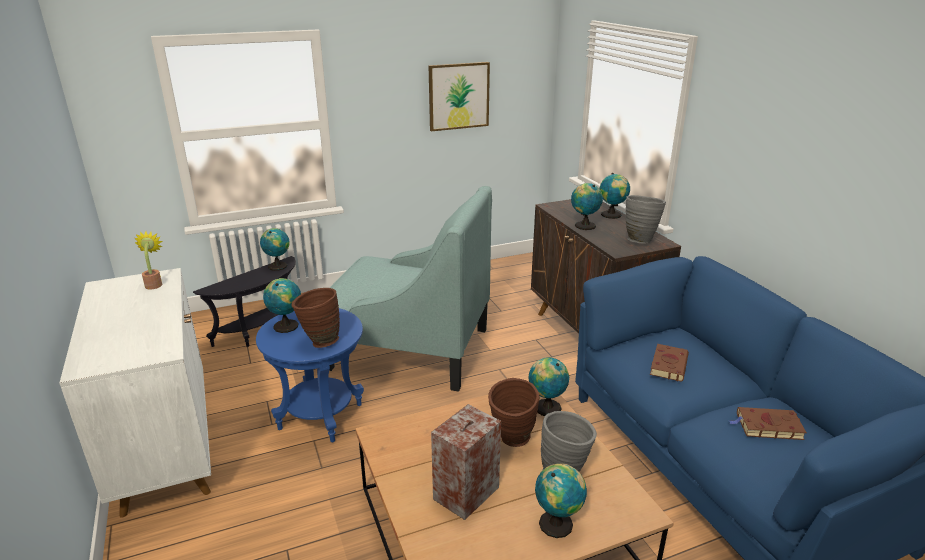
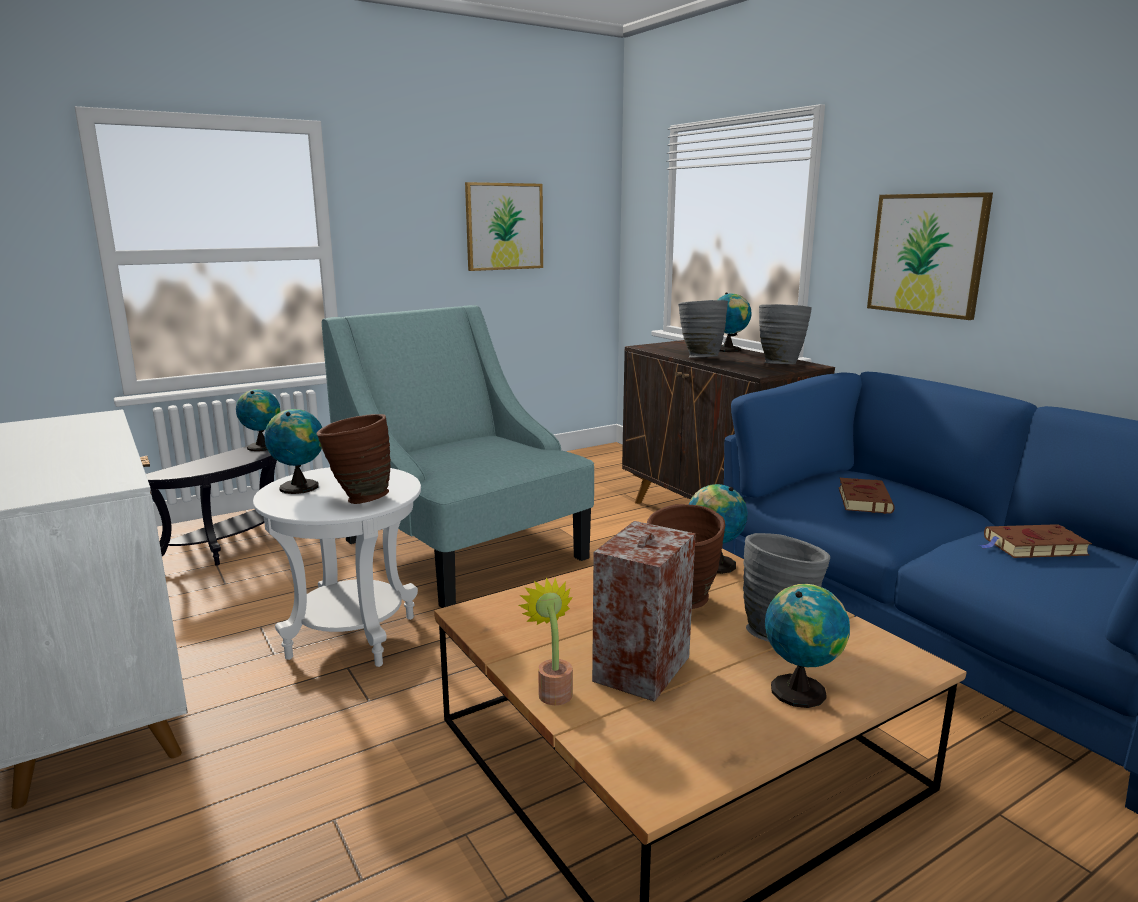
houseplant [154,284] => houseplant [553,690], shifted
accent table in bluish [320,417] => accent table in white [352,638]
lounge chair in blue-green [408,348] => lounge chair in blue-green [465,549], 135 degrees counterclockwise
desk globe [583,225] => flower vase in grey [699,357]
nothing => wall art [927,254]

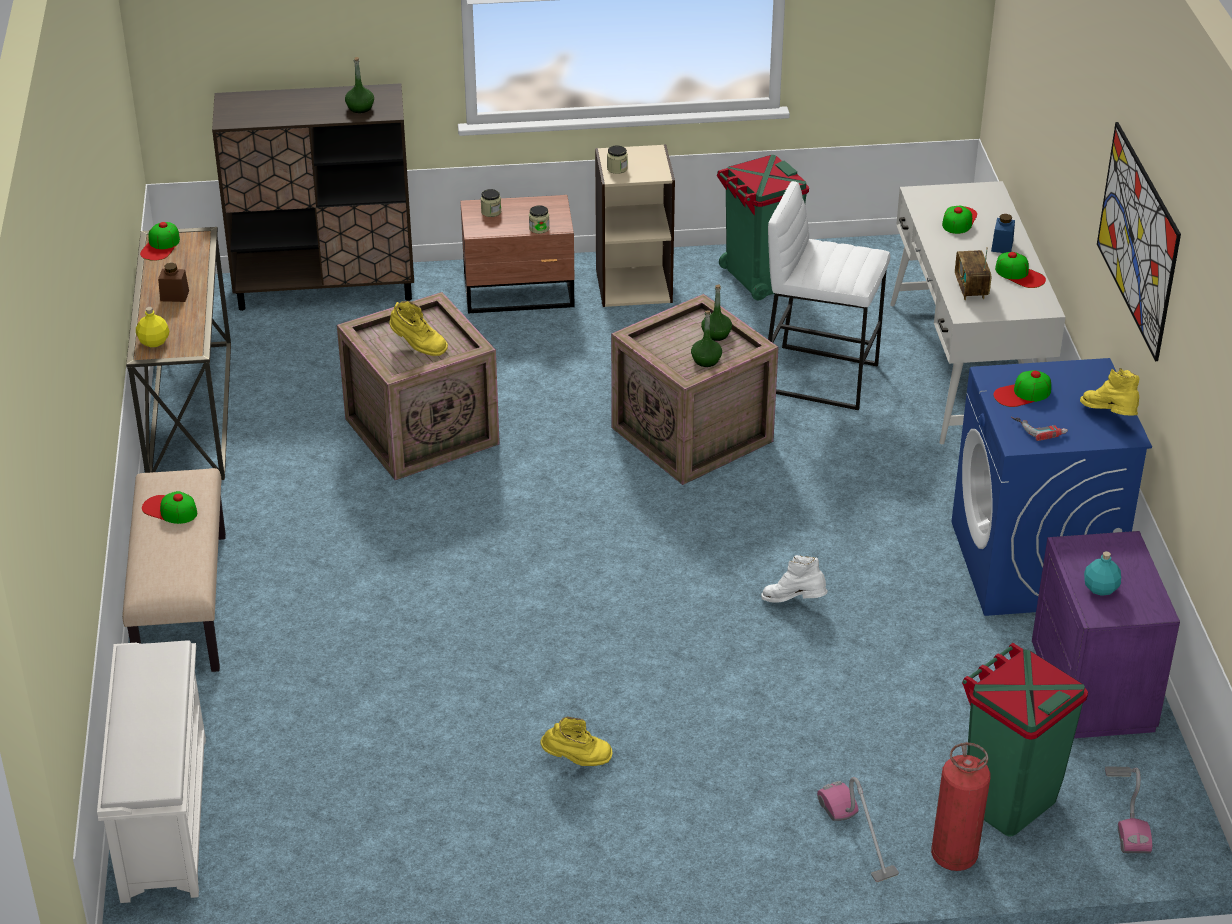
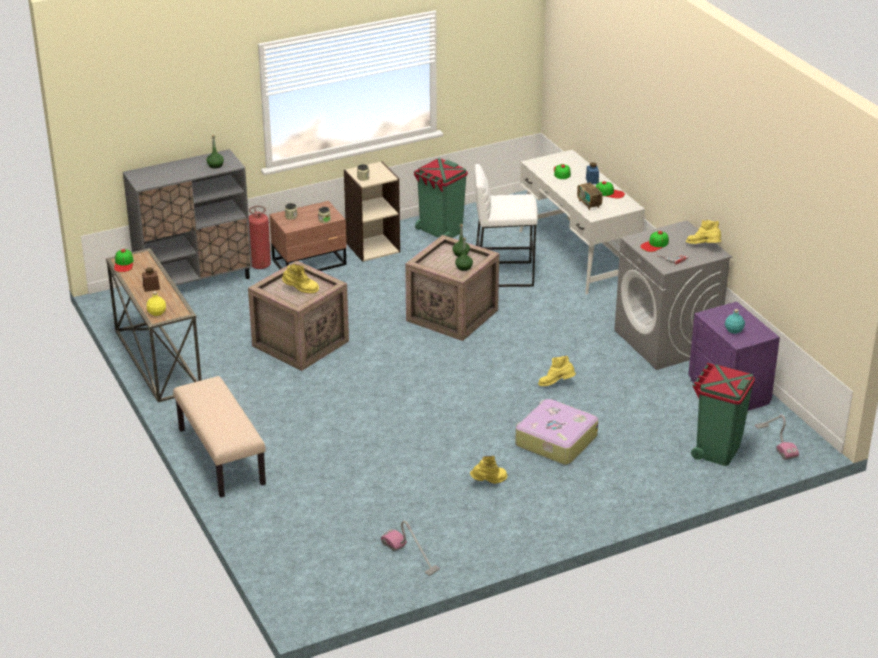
shoe stand in white [163,816] => nothing
peaked cap [169,510] => nothing
cupboard in brown [326,288] => cupboard in grey [195,281]
high-top boot in white [794,602] => high-top boot in yellow-coloured [556,384]
hoover [857,836] => hoover [410,555], shifted
fire extinguisher [954,856] => fire extinguisher [260,265], shifted
laundry appliance in bluish [1034,564] => laundry appliance in grey [667,341]
wall art [1137,239] => nothing
nothing => suitcase [555,441]

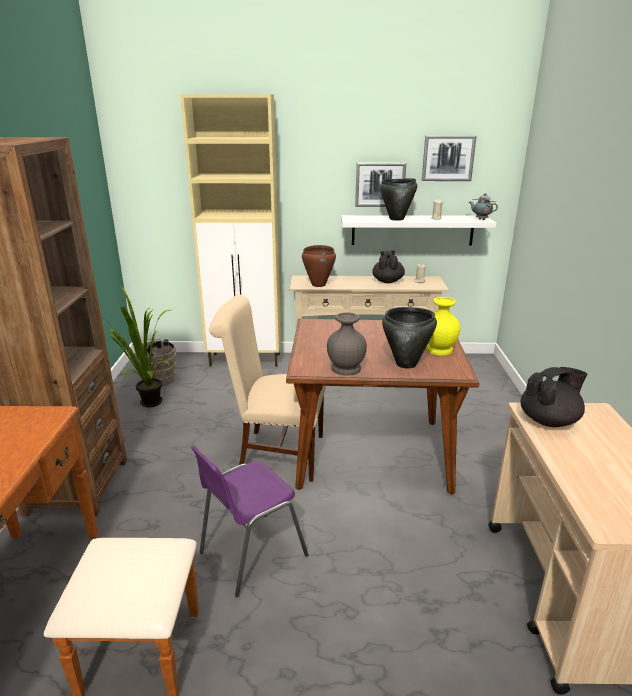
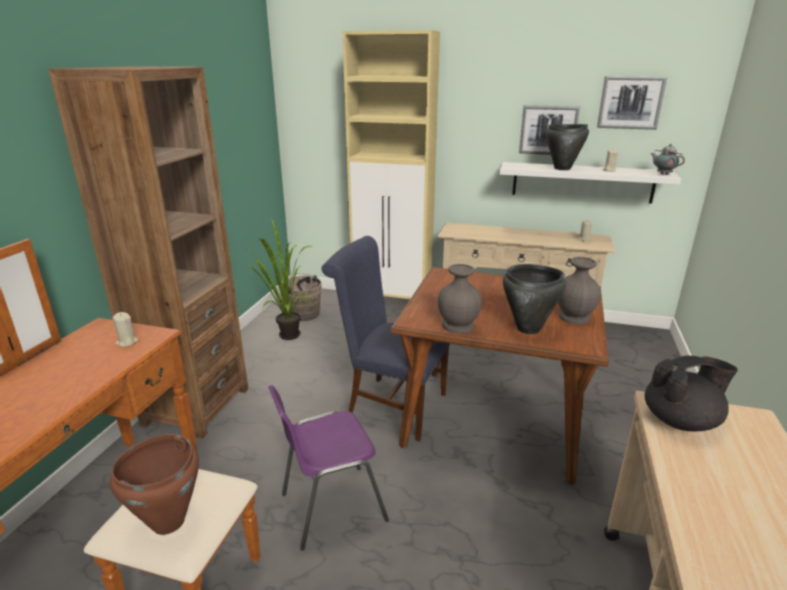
upright chair in beige-coloured [275,453] => upright chair in bluish [390,405]
cooking pot in brown [318,285] => cooking pot in brown [167,522], shifted
tea pot in black [387,281] => nothing
flower vase in yellow-coloured [439,349] => flower vase in grey [574,317]
nothing => wax candle in beige-coloured [127,342]

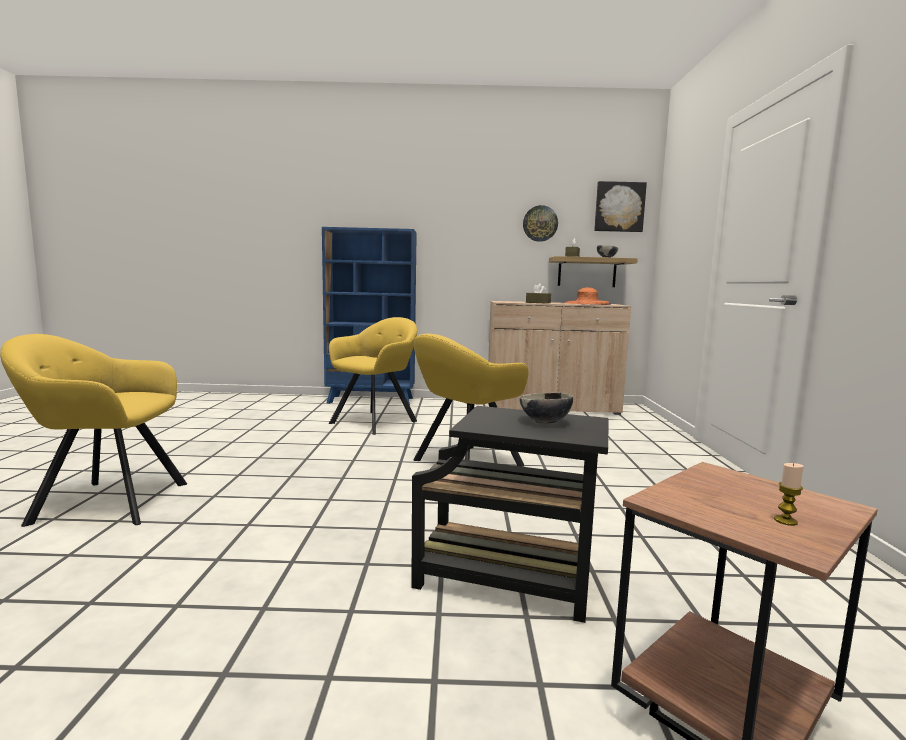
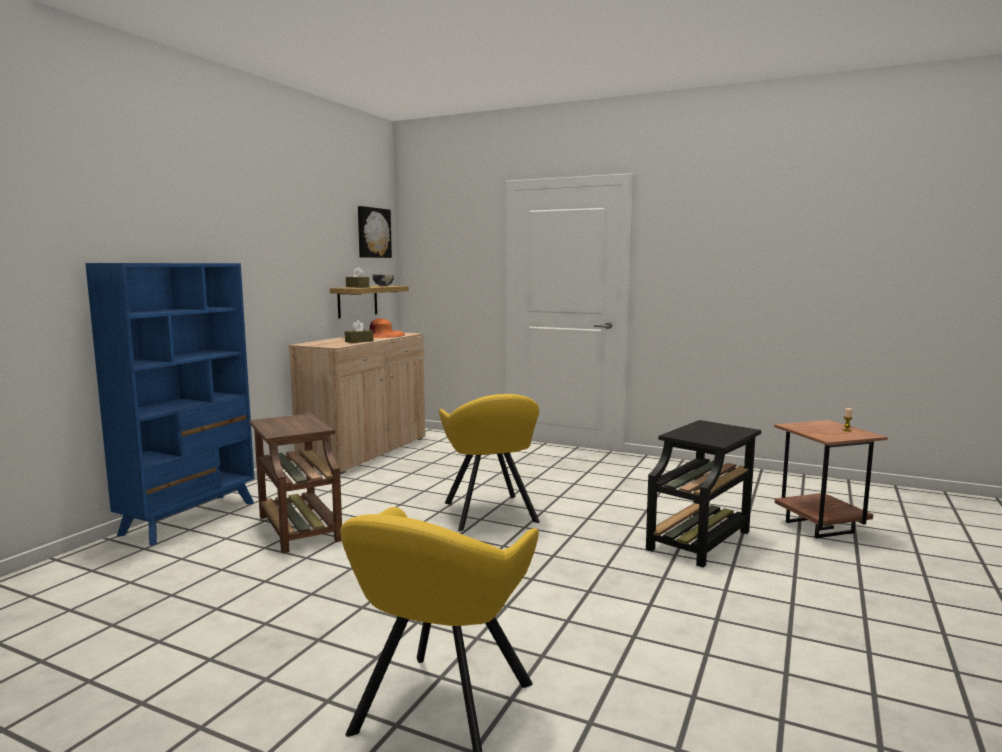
lounge chair in yellow-coloured [377,421] => accent table in brown [298,528]
deep dish [545,422] => nothing
clock on the wall [540,223] => nothing

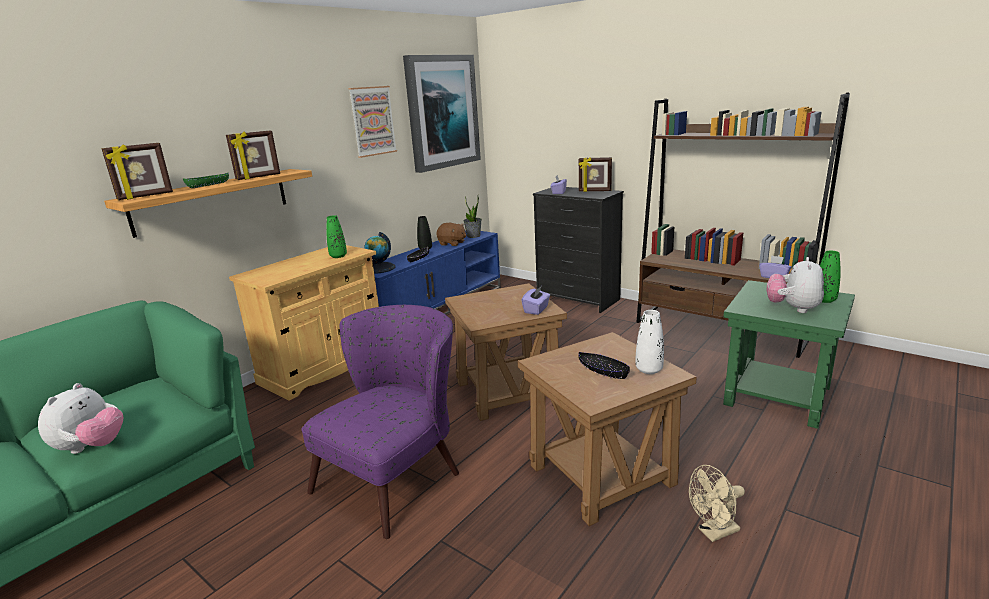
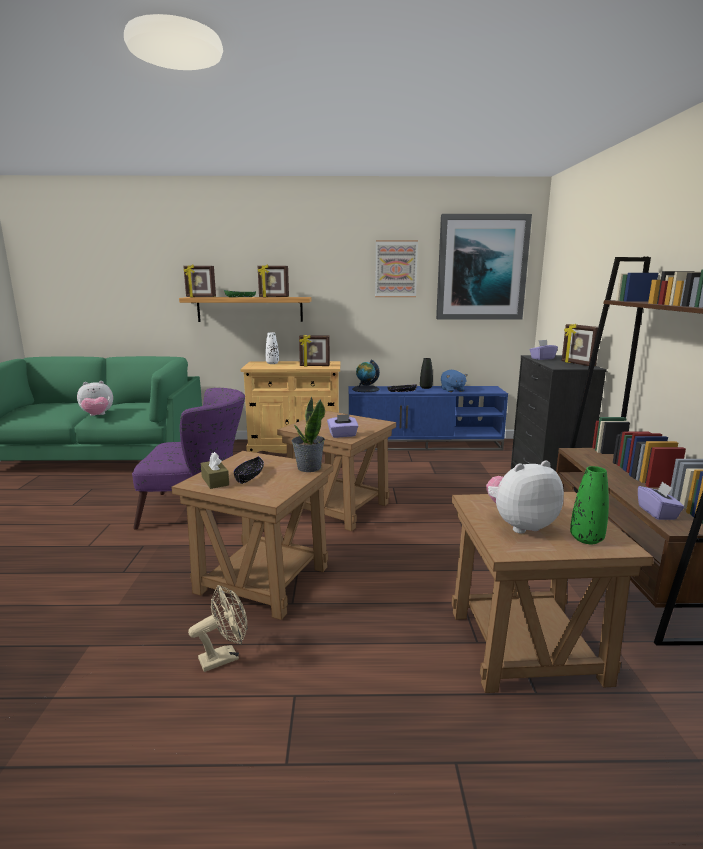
flower vase in green [338,256] => photo frame [314,366]
soft toy in brown [452,243] => soft toy in bluish [452,390]
houseplant [473,236] => houseplant [308,468], shifted
flower vase in white [649,370] => flower vase in white [272,363], shifted
cooling fan in beige-coloured [714,532] => cooling fan in beige-coloured [224,657], 120 degrees clockwise
accent table in green [778,395] => accent table in brown [525,647]
nothing => box of tissues in brown [215,481]

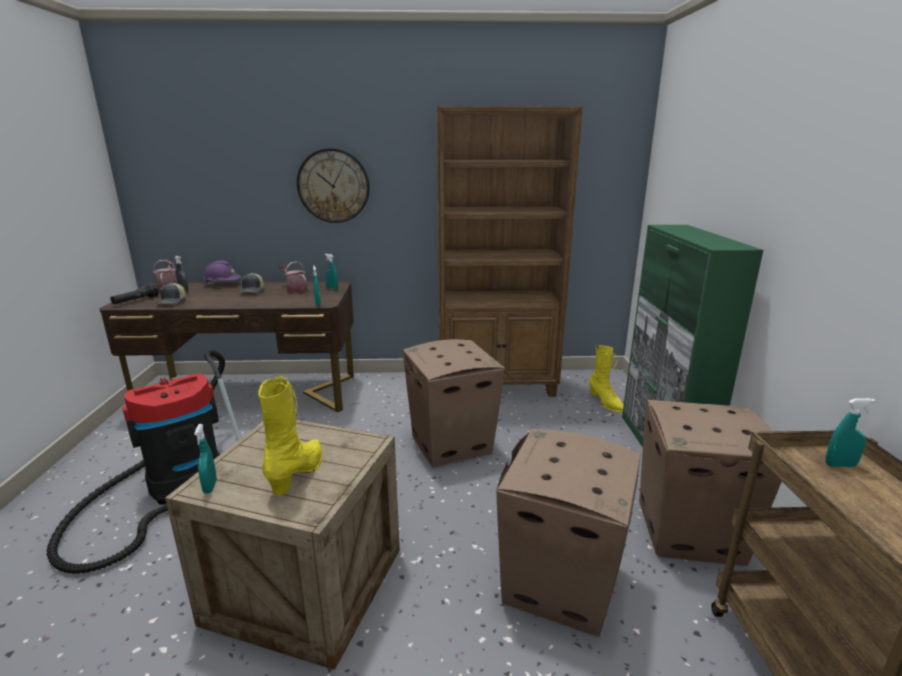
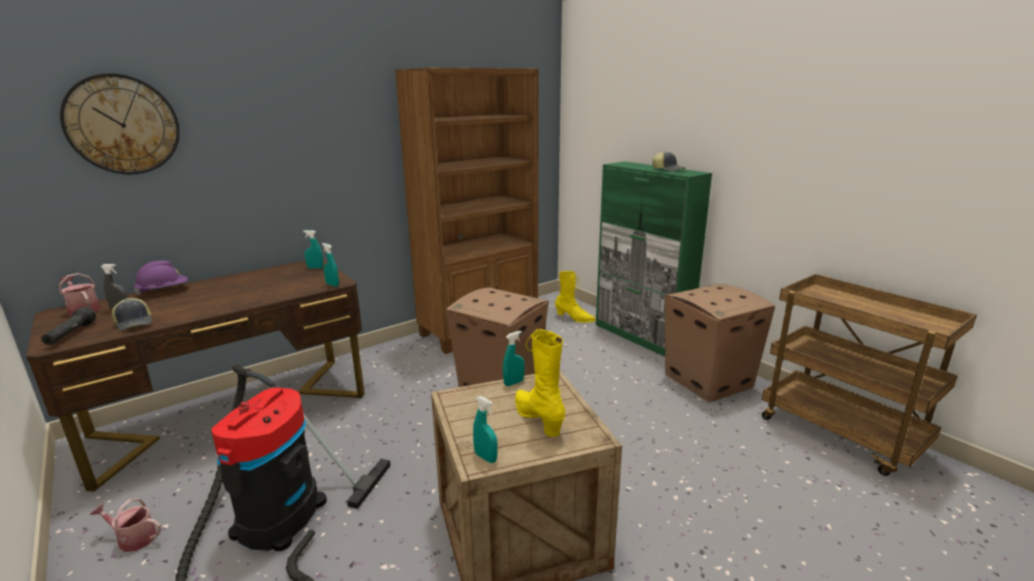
peaked cap [253,291] => peaked cap [668,170], shifted
sprinkling can [295,289] => sprinkling can [133,538], shifted
clock on the wall [333,186] => clock on the wall [122,125], shifted
packing box [560,585] => nothing
sprayer in blue-green [840,465] => sprayer in blue-green [514,383], shifted

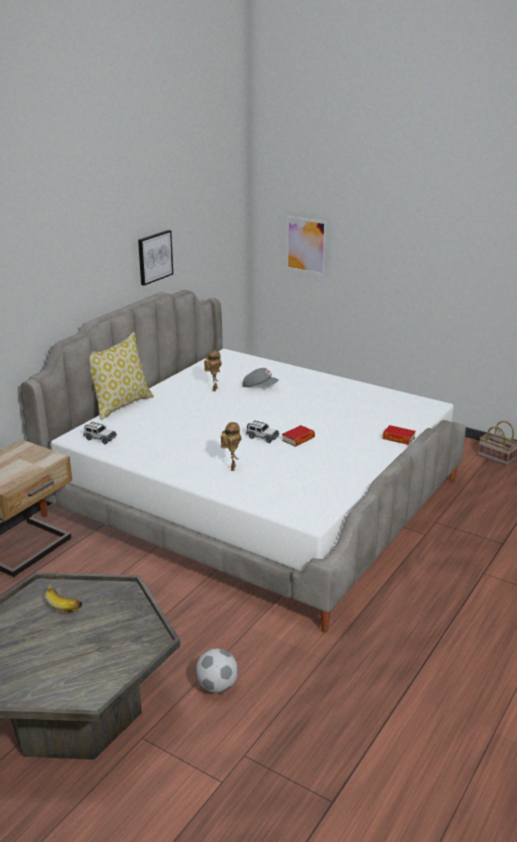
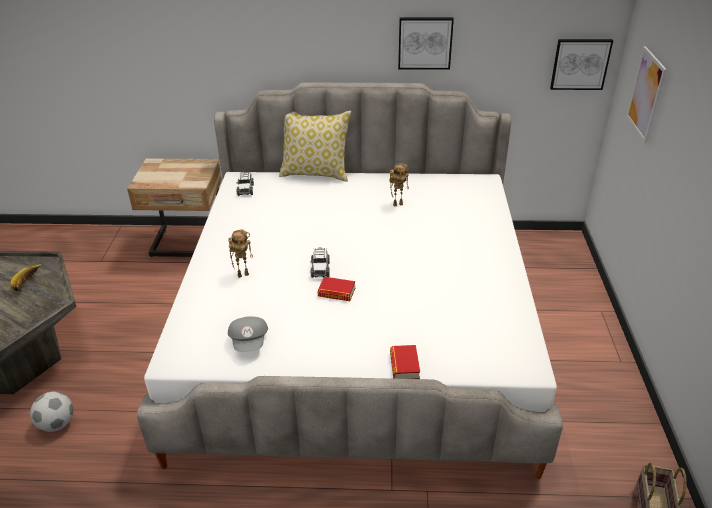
peaked cap in grey [260,387] => peaked cap in grey [250,341], shifted
nothing => wall art [580,64]

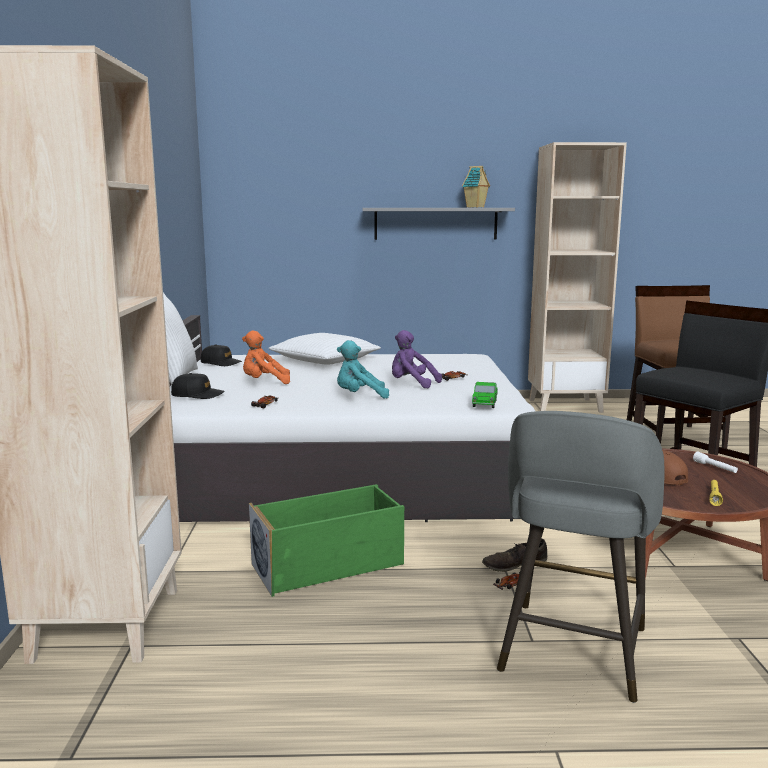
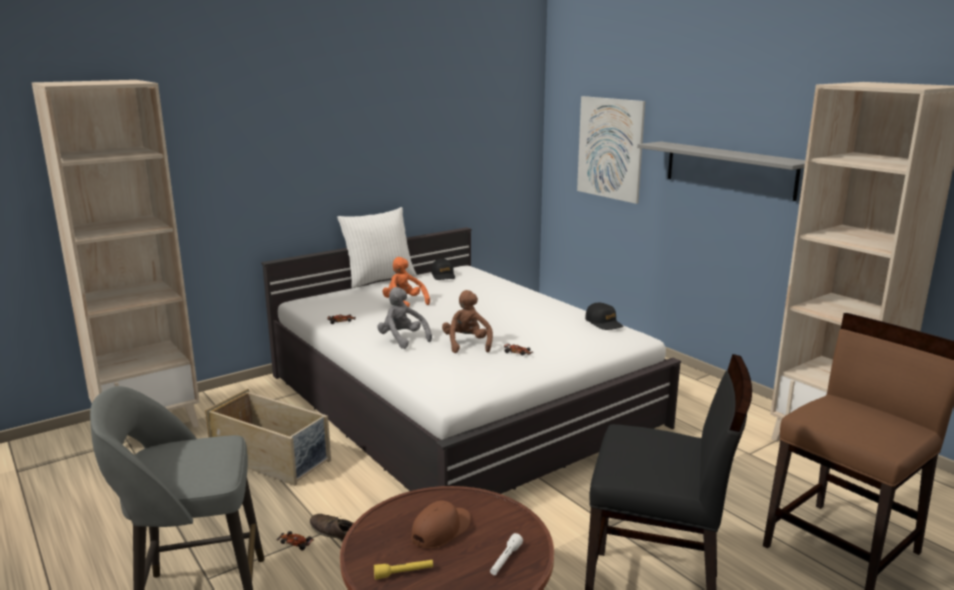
peaked cap in black [197,395] => peaked cap in black [604,323], shifted
storage container in green [329,564] => storage container in beige-coloured [272,459]
cushion in white [324,360] => nothing
soft toy in blue-green [359,396] => soft toy in grey [402,339]
soft toy in purple-coloured [411,384] => soft toy in brown [467,344]
toy house [475,207] => nothing
toy car [484,403] => nothing
nothing => wall art [610,148]

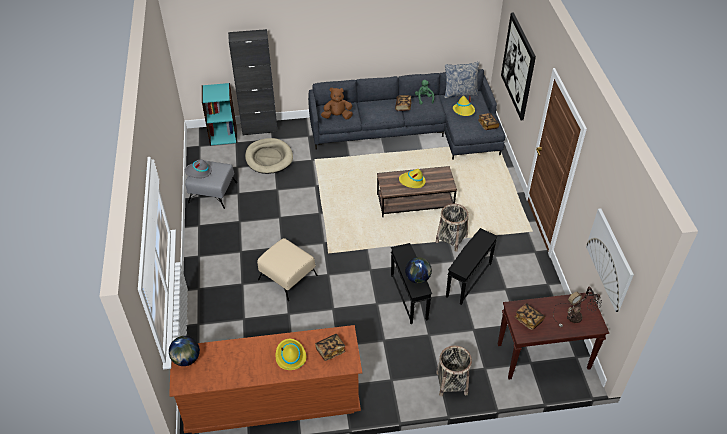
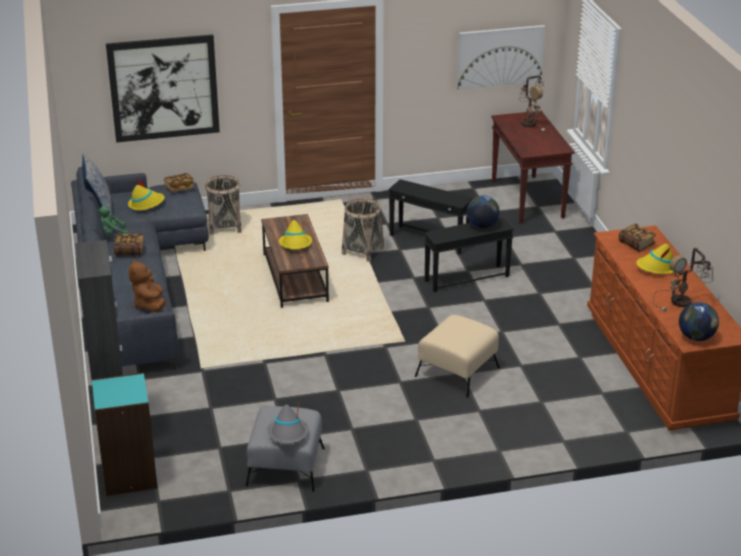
dog bed in beige-coloured [269,158] => nothing
household basket [452,383] => household basket [225,226], shifted
book [528,320] => nothing
nothing => tabletop lamp [682,302]

